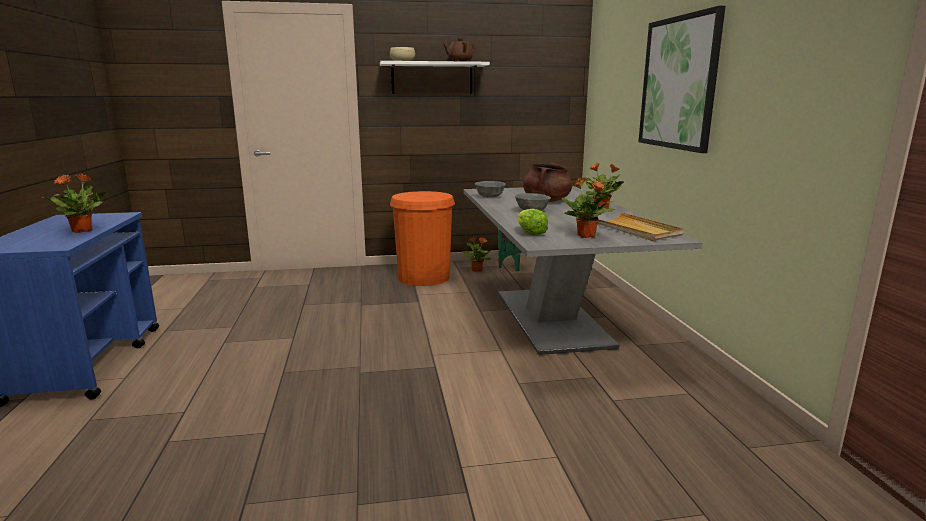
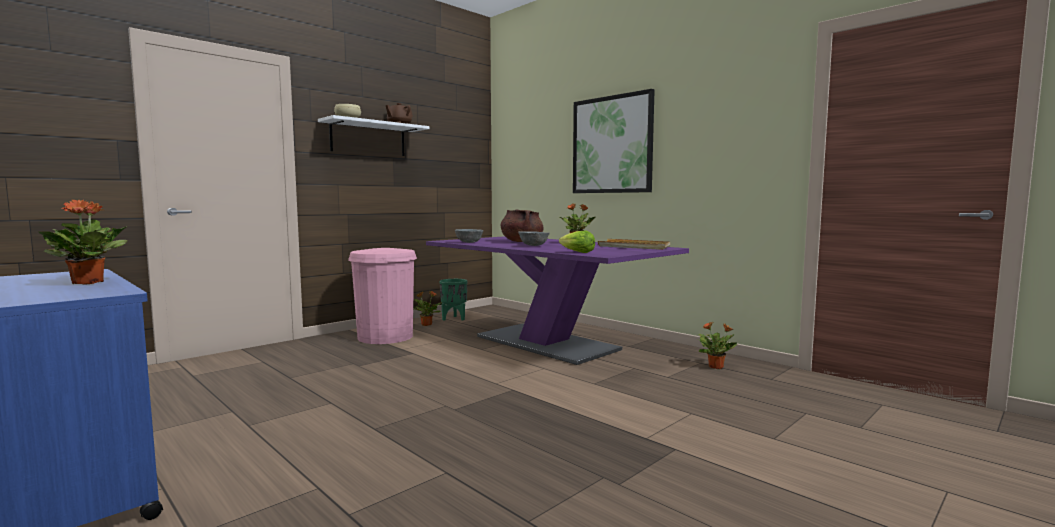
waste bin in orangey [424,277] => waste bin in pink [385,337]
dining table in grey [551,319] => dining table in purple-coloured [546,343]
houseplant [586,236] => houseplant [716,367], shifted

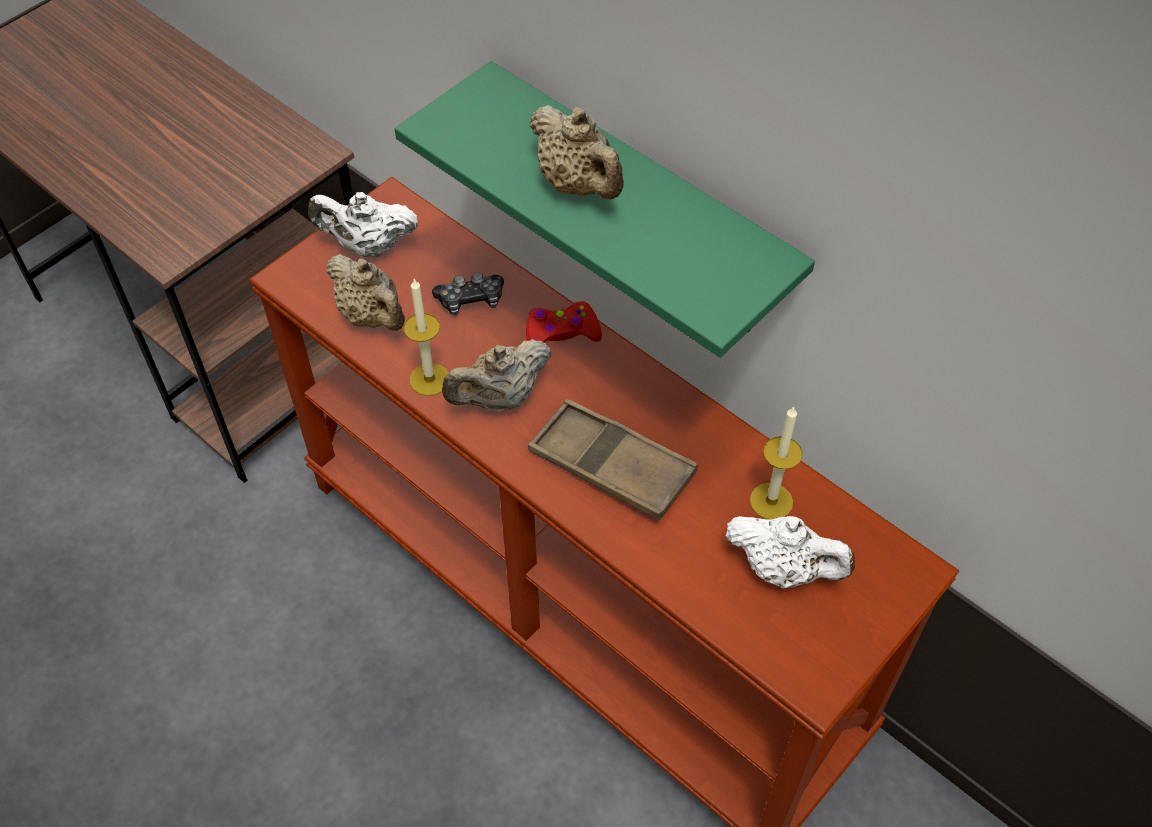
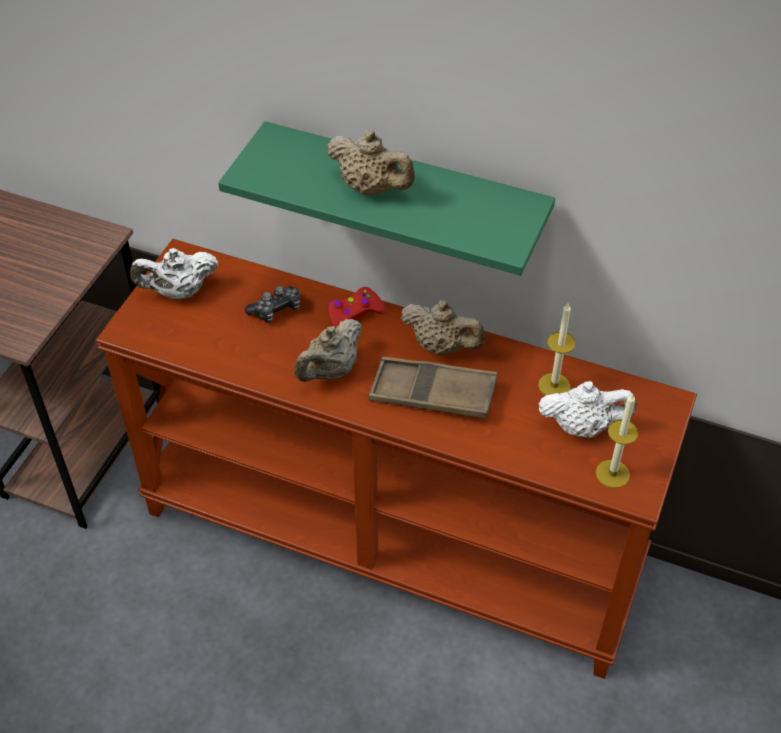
tea pot in beige-coloured [372,316] => tea pot in beige-coloured [442,346], shifted
wax candle [429,379] => wax candle [612,474], shifted

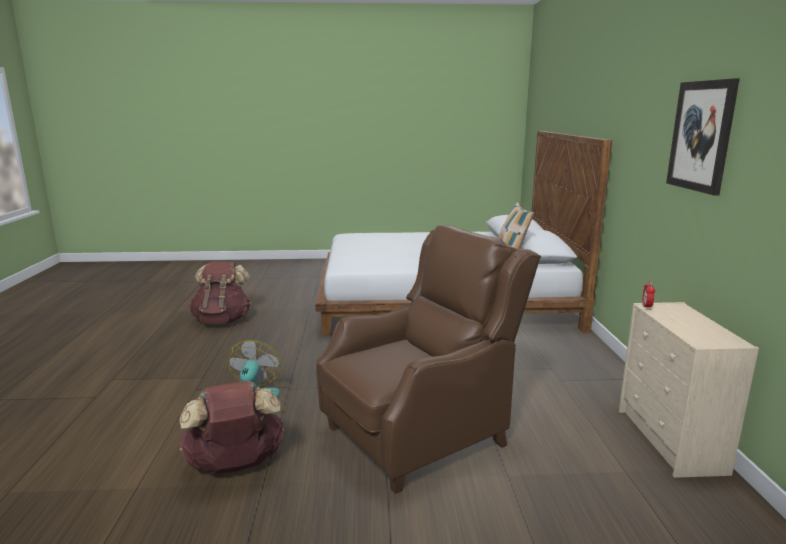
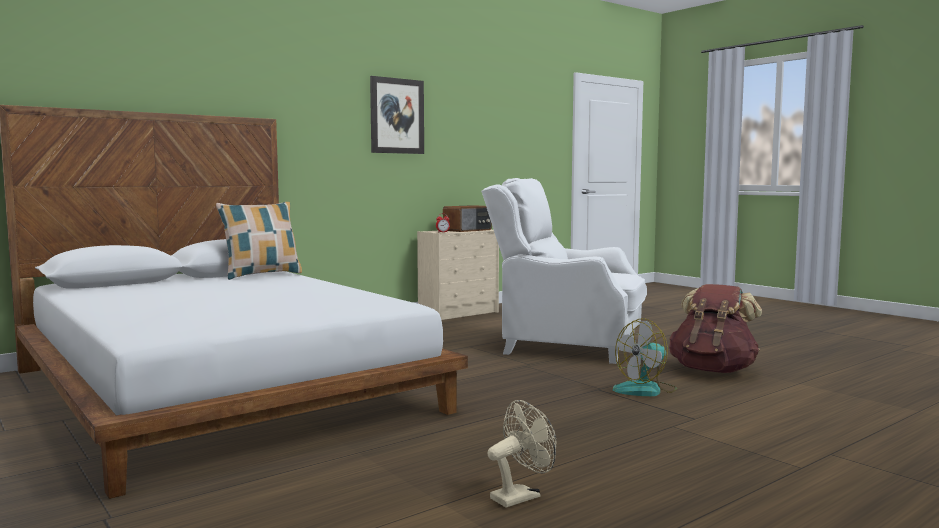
rucksack in brown [222,320] => cooling fan in beige-coloured [521,496]
lounge chair in brown [419,433] => lounge chair in white [565,346]
nothing => radio [468,230]

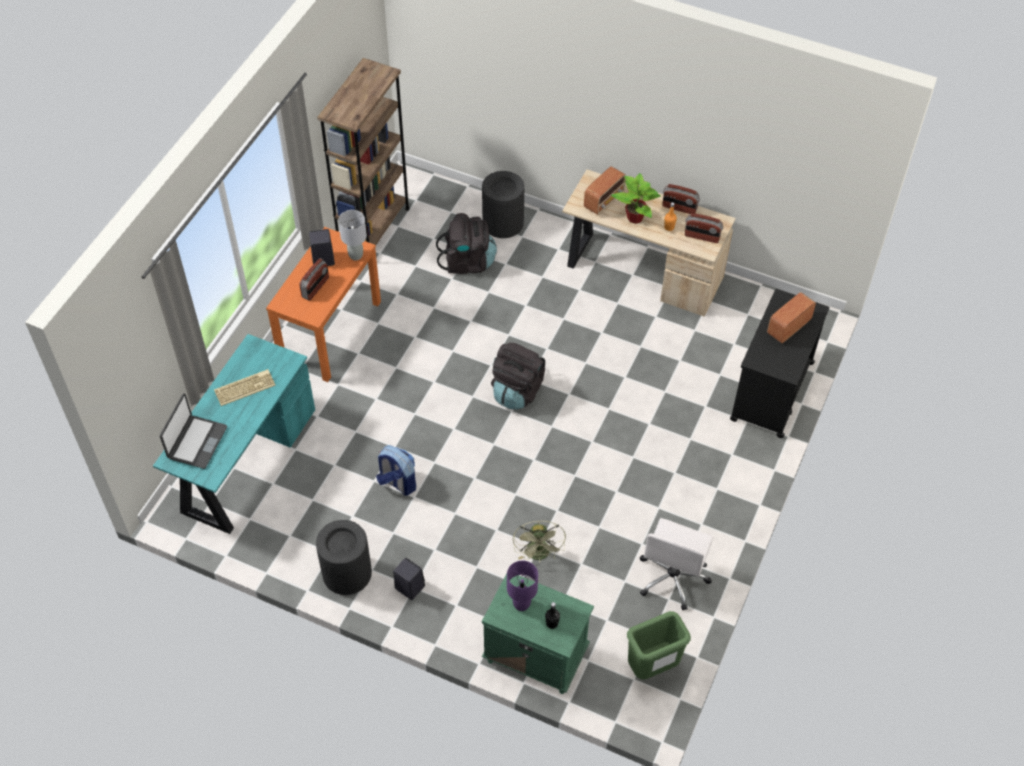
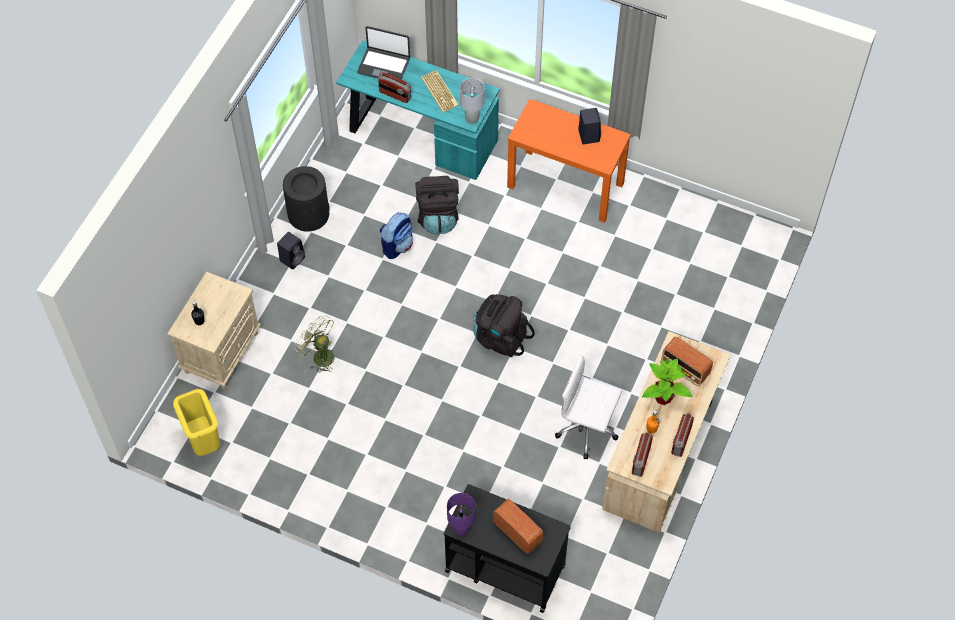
radio [315,287] => radio [395,95], shifted
bookshelf in brown [374,230] => nothing
tabletop lamp in grey [356,255] => tabletop lamp in grey [472,119], shifted
rucksack in black [468,262] => rucksack in black [438,216], shifted
waste bin in black [502,223] => nothing
nightstand in green [534,656] => nightstand in beige-coloured [221,351]
tabletop lamp in purple-coloured [522,604] => tabletop lamp in purple-coloured [461,530], shifted
cooling fan in green [539,555] => cooling fan in green [319,355], 45 degrees clockwise
waste bin in green [652,667] => waste bin in yellow-coloured [203,441]
office chair in white [672,578] => office chair in white [588,429], shifted

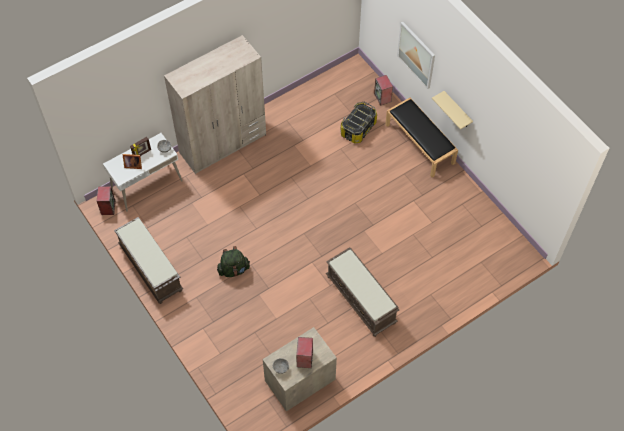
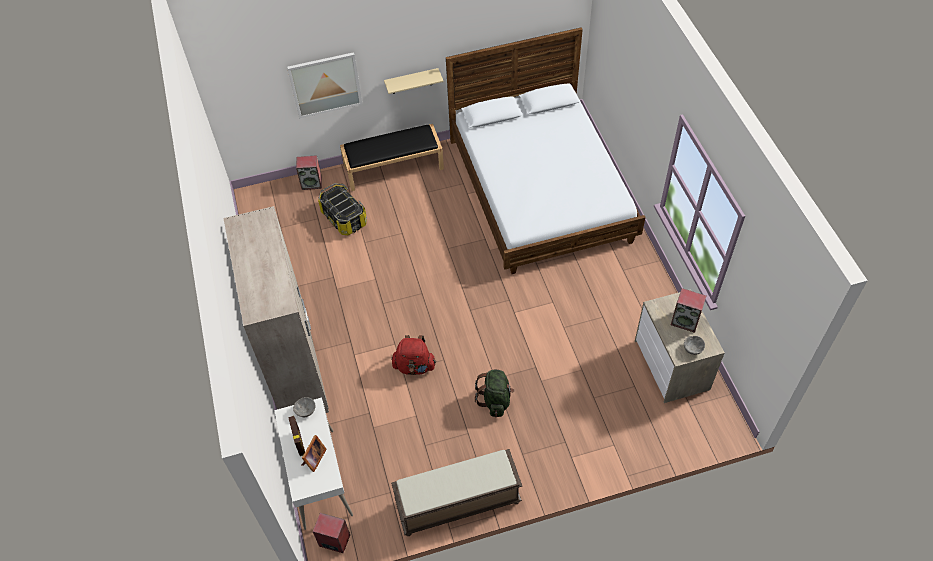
bench in brown [361,299] => nothing
nothing => rucksack in red [414,366]
nothing => bed [541,189]

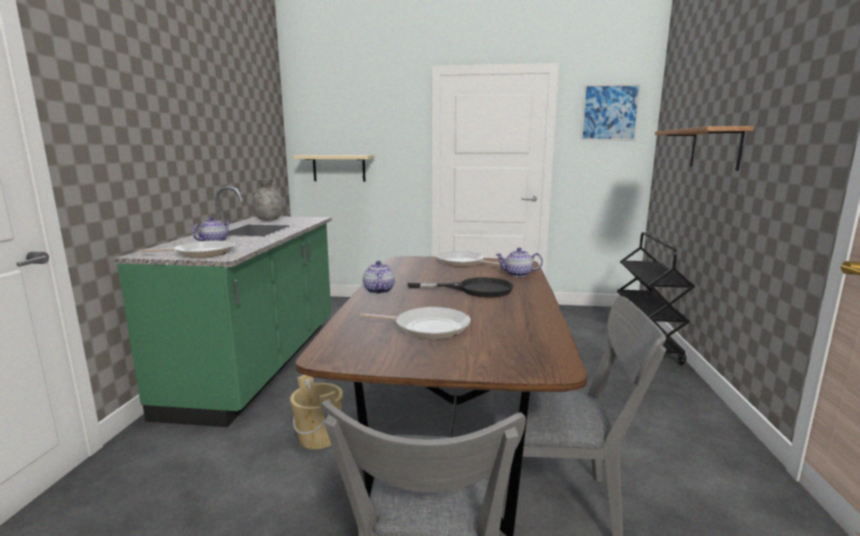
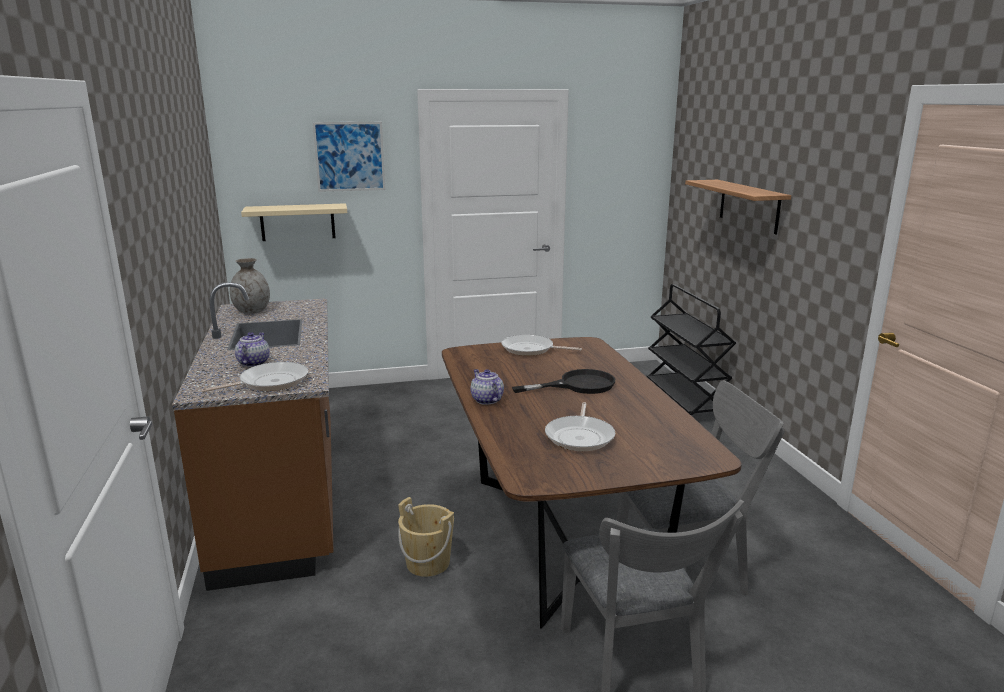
kitchen base unit in green [260,364] => kitchen base unit in brown [283,497]
frying pan [427,327] => frying pan [580,436], 105 degrees clockwise
tea pot [518,274] => nothing
wall art [610,112] => wall art [349,156], shifted

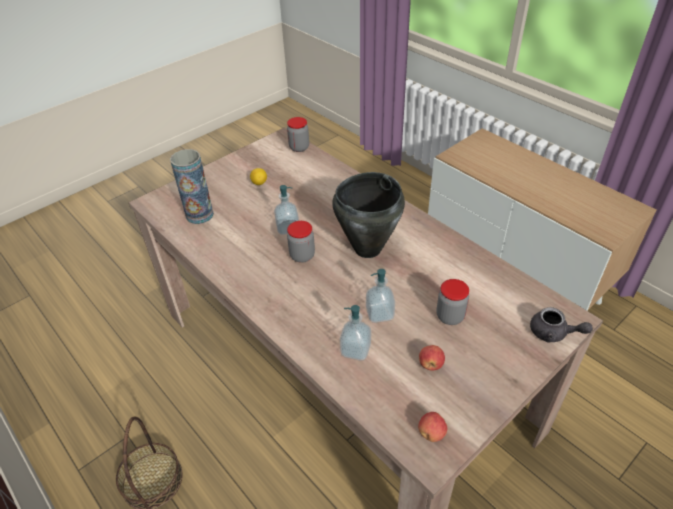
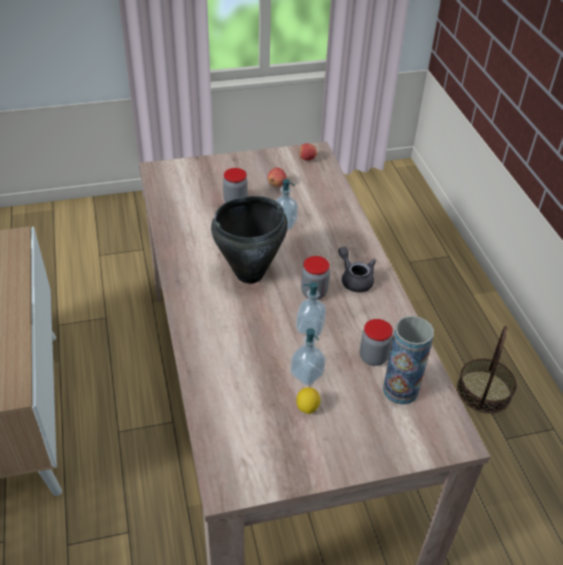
storage jar [299,147] => storage jar [373,357], shifted
soap dispenser [355,350] => soap dispenser [307,374], shifted
tea pot in grey [553,333] => tea pot in grey [355,279], shifted

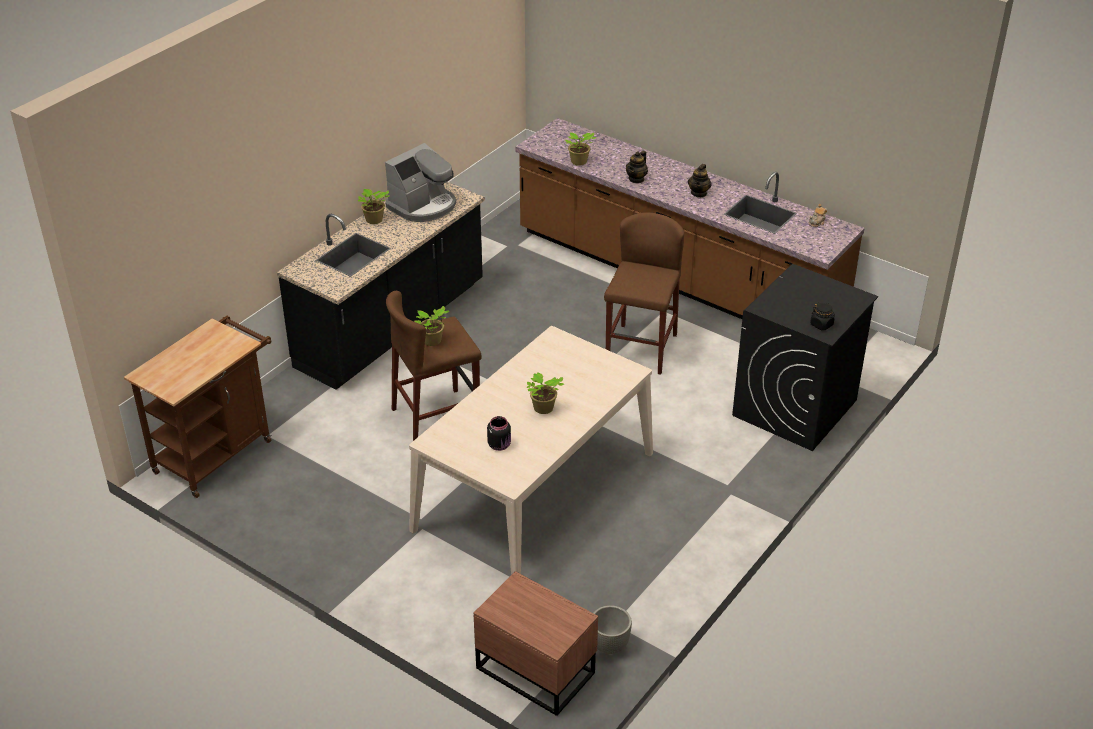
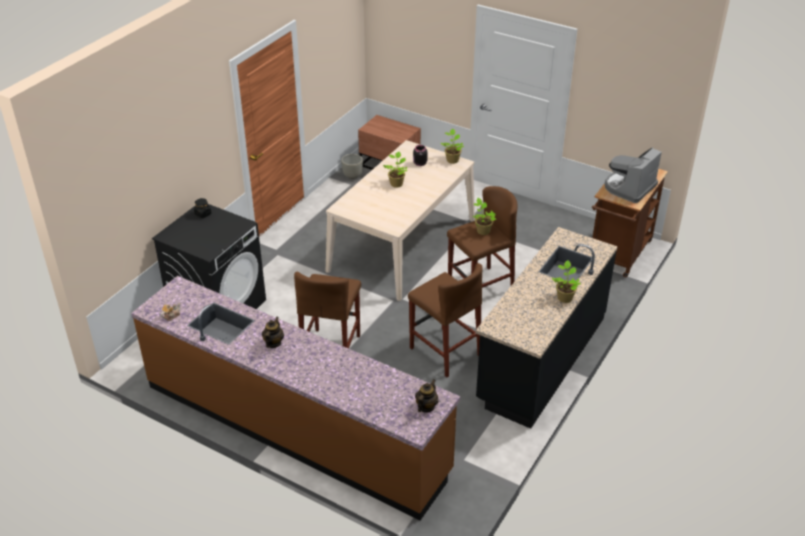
coffee maker [423,206] => coffee maker [629,188], shifted
houseplant [579,162] => houseplant [452,160], shifted
tea pot [636,179] => tea pot [426,407], shifted
nothing => stool seat in brown [445,351]

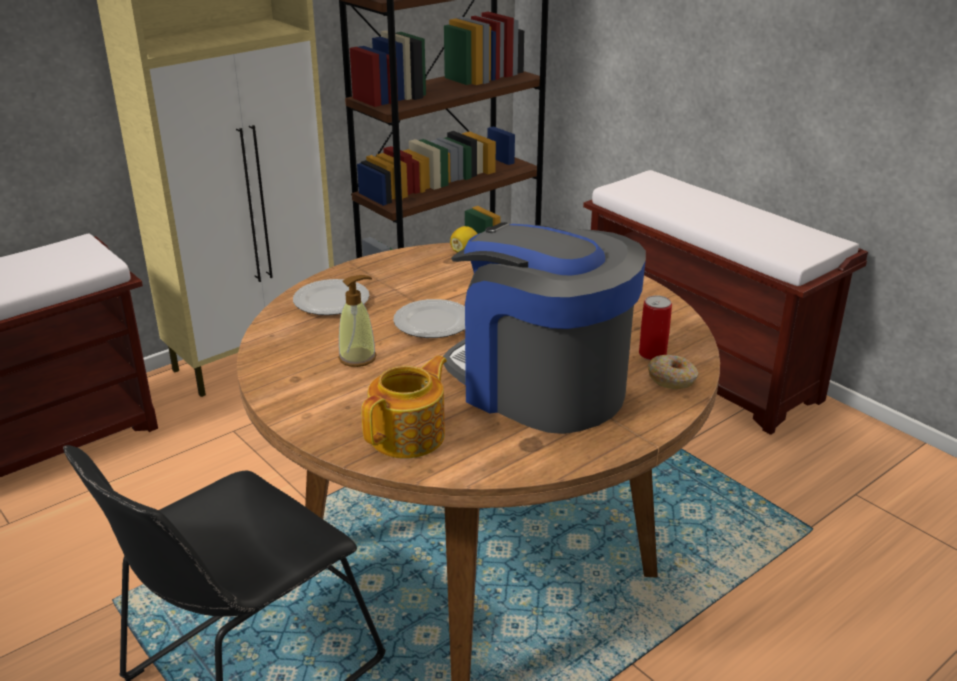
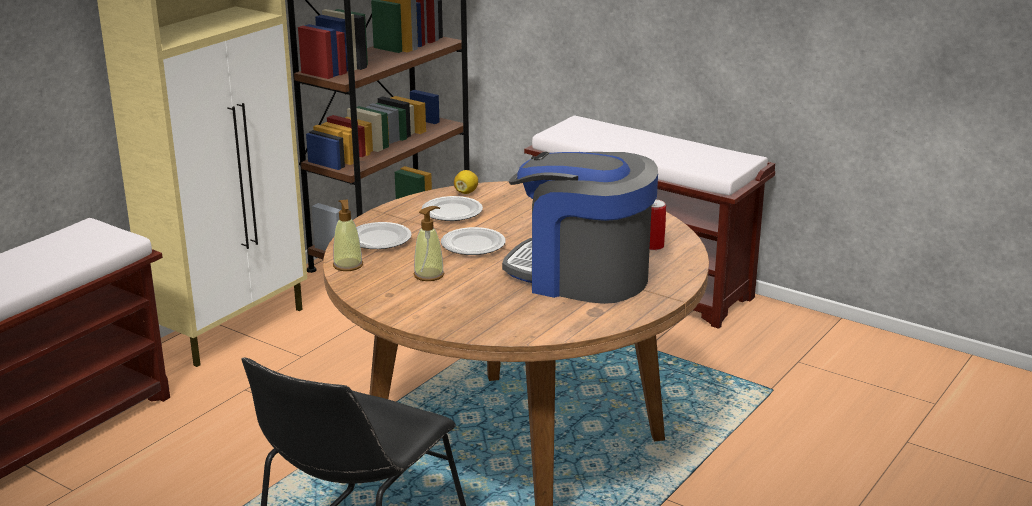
tea pot [409,436] => nothing
doughnut [672,379] => nothing
nothing => soap dispenser [348,265]
nothing => plate [451,212]

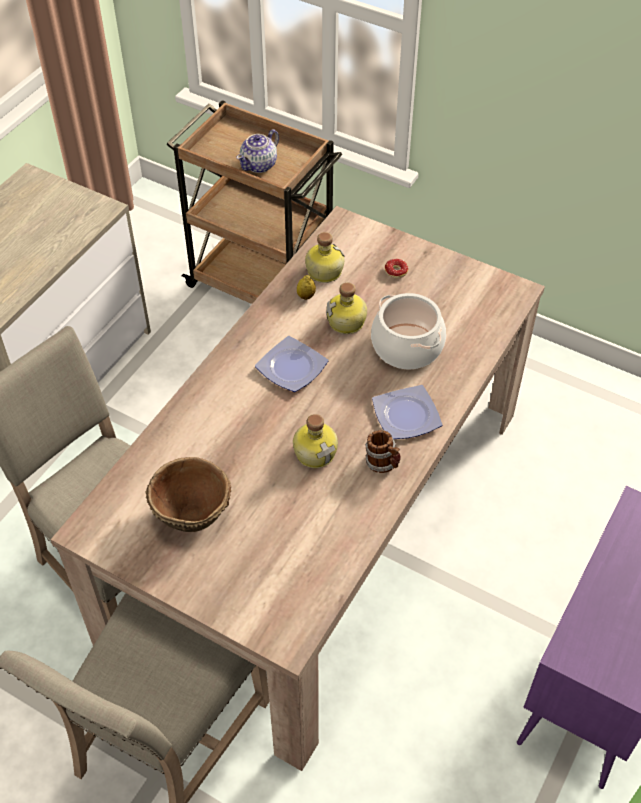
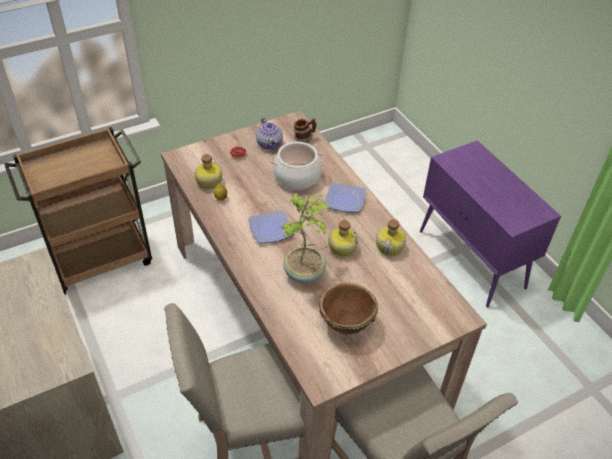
tea pot [259,165] => tea pot [269,144], shifted
bottle [347,322] => bottle [390,247], shifted
tea mug [383,464] => tea mug [304,138], shifted
nothing => houseplant [305,273]

